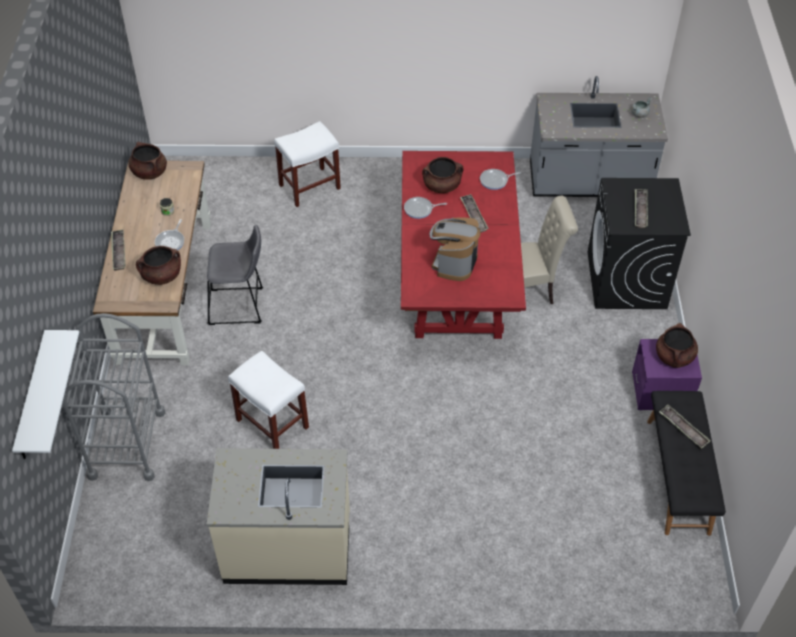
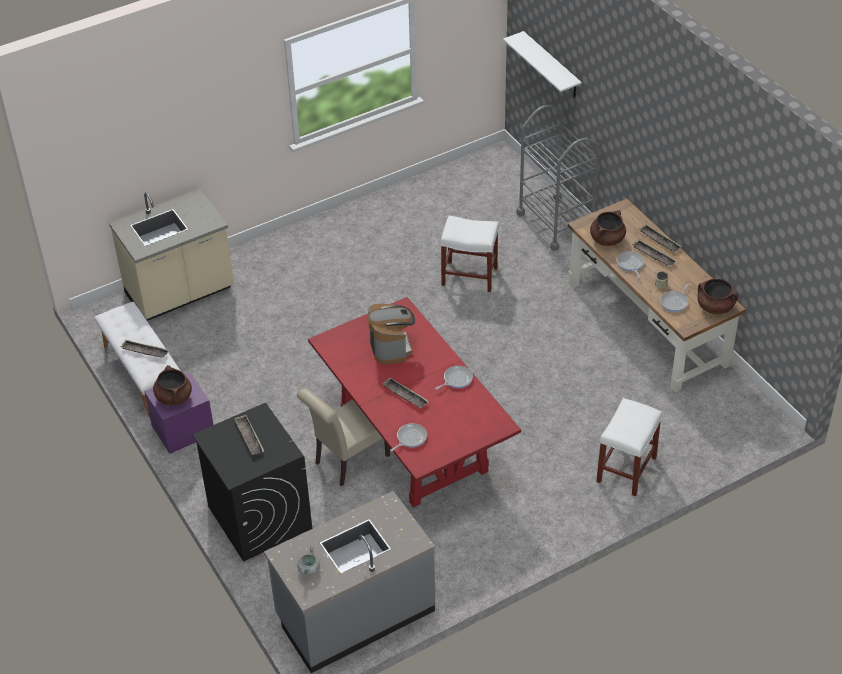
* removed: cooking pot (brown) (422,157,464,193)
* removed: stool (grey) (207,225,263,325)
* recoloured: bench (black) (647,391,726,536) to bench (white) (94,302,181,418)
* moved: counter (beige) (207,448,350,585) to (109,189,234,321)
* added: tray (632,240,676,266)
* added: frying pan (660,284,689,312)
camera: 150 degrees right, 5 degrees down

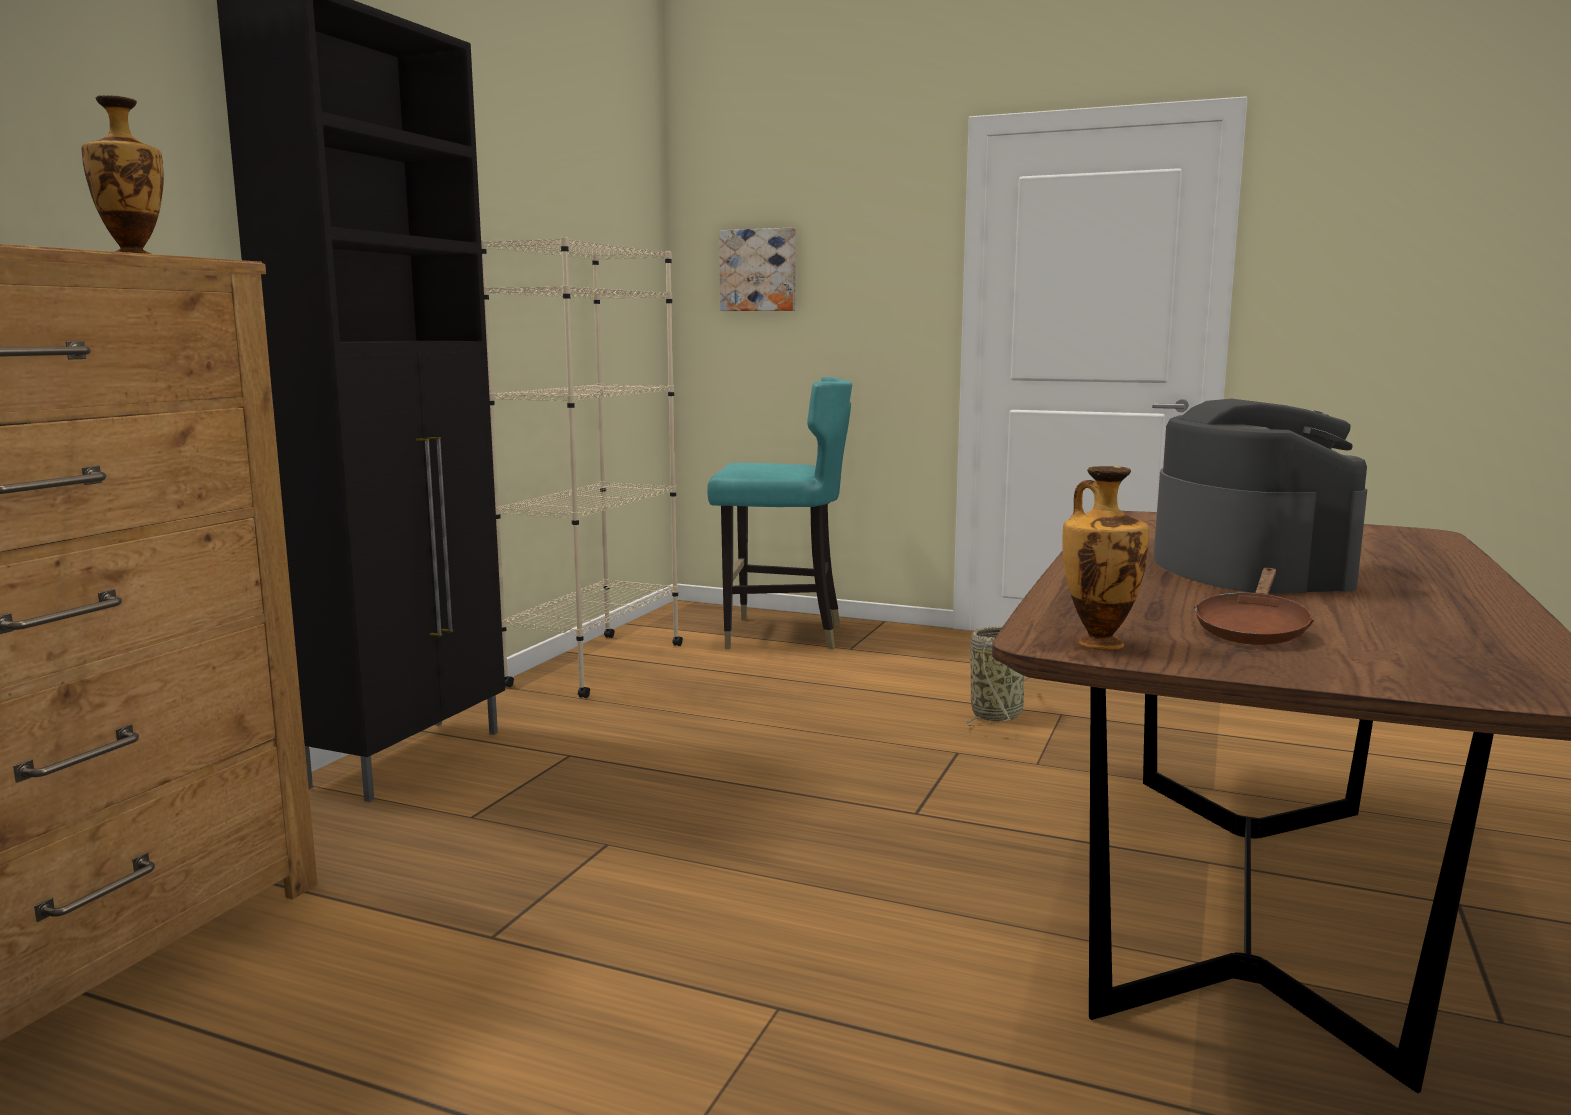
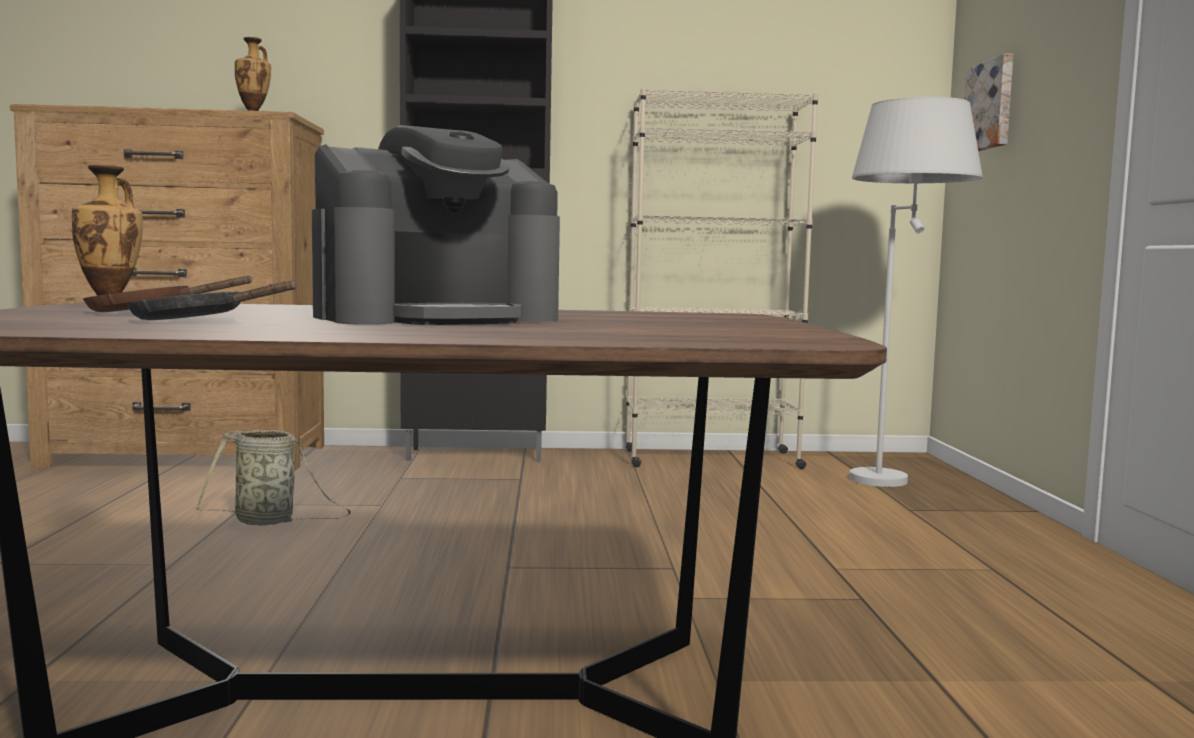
* replaced: chair (turquoise) (707,377,852,649) to floor lamp (white) (849,97,982,487)
* moved: basket (966,626,1030,726) to (196,430,351,525)
* added: frying pan (black) (127,281,297,320)
camera: 65 degrees right, 5 degrees down

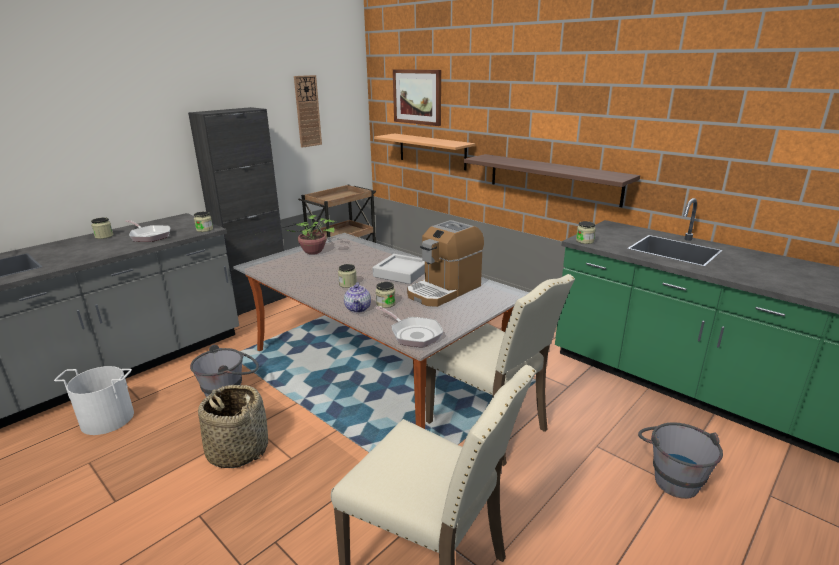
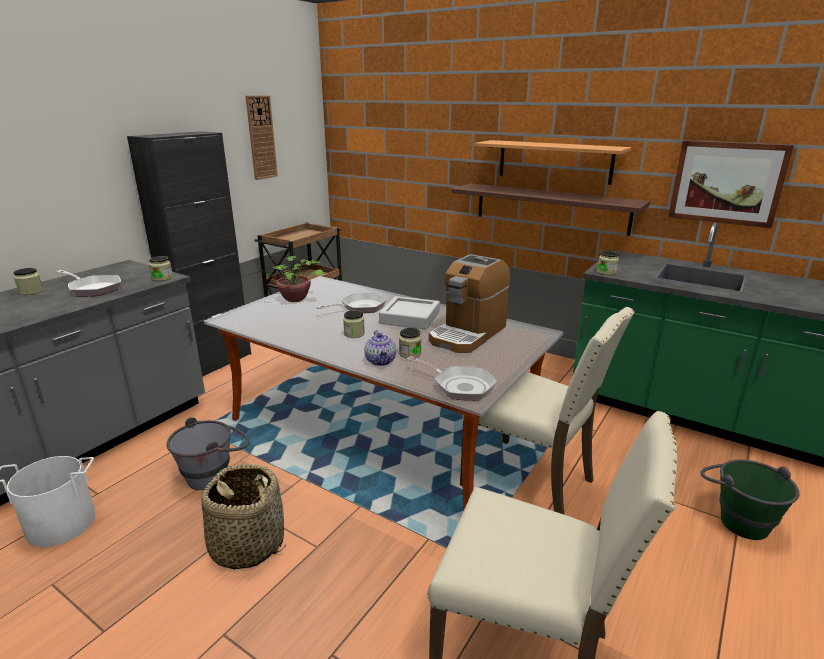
* moved: picture (393,69,441,126) to (668,140,794,228)
* moved: shelf (374,133,475,170) to (474,140,631,185)
* recoloured: bucket (grey) (638,422,723,499) to bucket (green) (700,459,800,540)
* added: frying pan (317,293,387,313)
camera: 10 degrees left, 0 degrees up

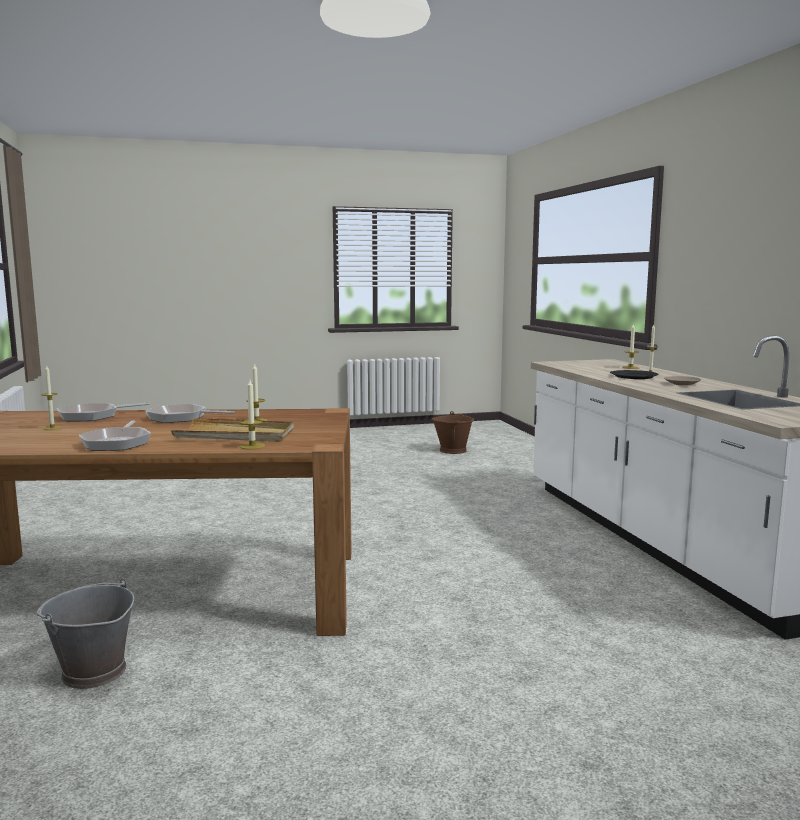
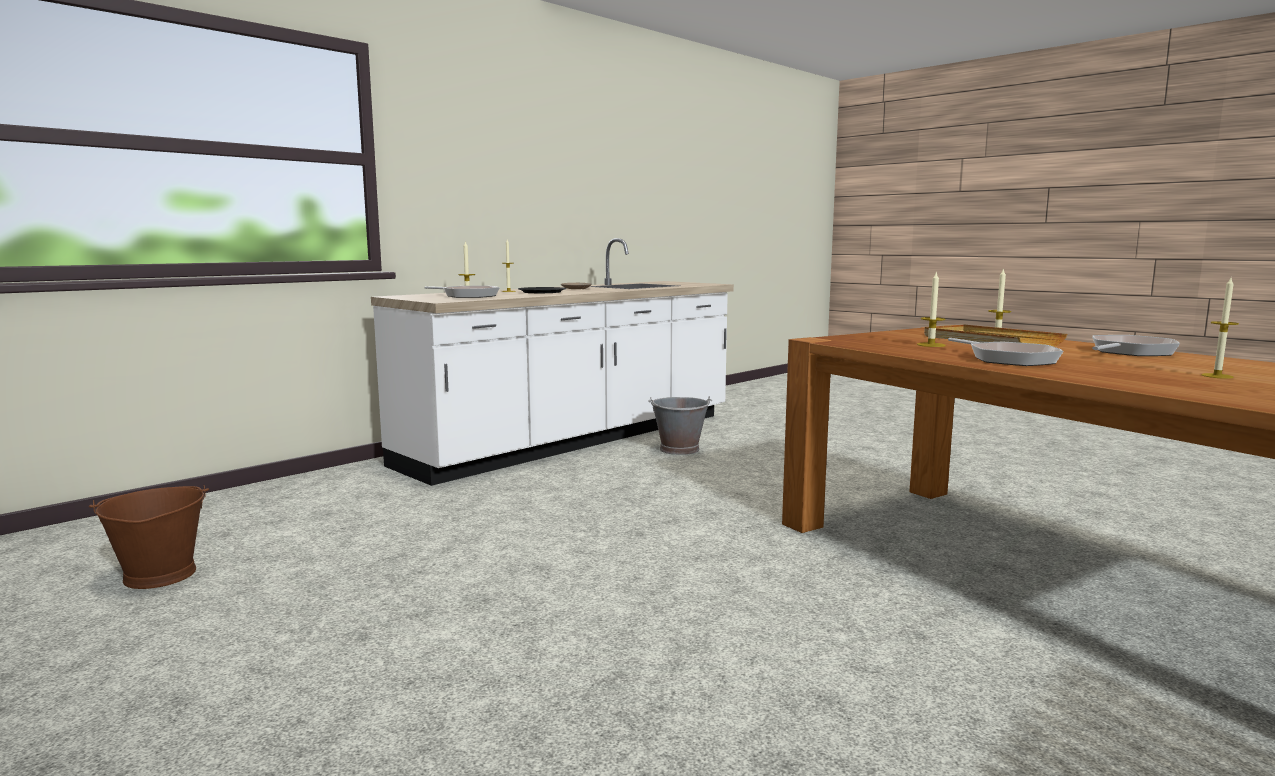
* moved: frying pan (57,402,150,421) to (424,286,500,298)
* moved: bucket (grey) (36,578,134,689) to (648,396,712,455)
camera: 120 degrees left, 0 degrees up

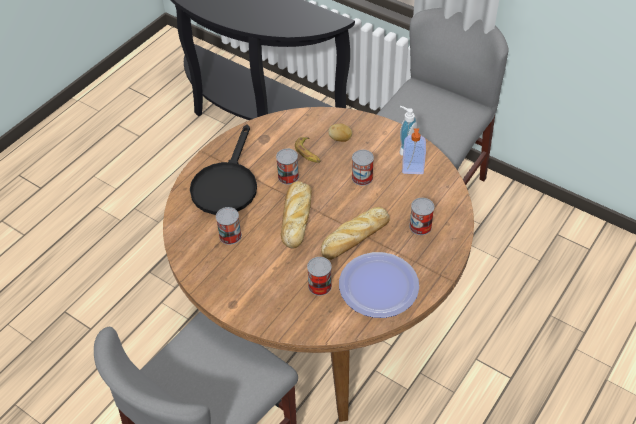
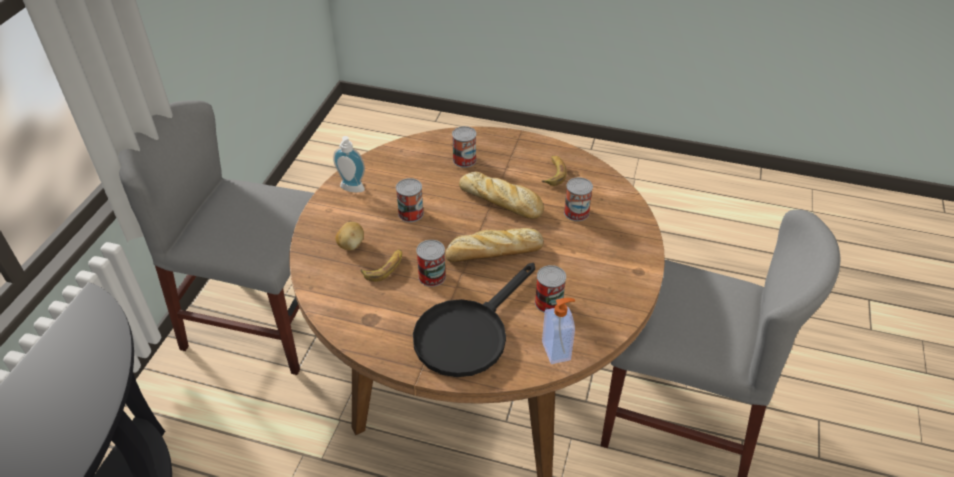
* turned: frying pan (black) (190,124,257,215) = (413,263,535,377) 135 degrees clockwise
* moved: soap dispenser (402,128,426,174) to (542,298,575,364)
* replaced: plate (339,252,419,318) to banana (541,156,566,186)
camera: 110 degrees left, 5 degrees down

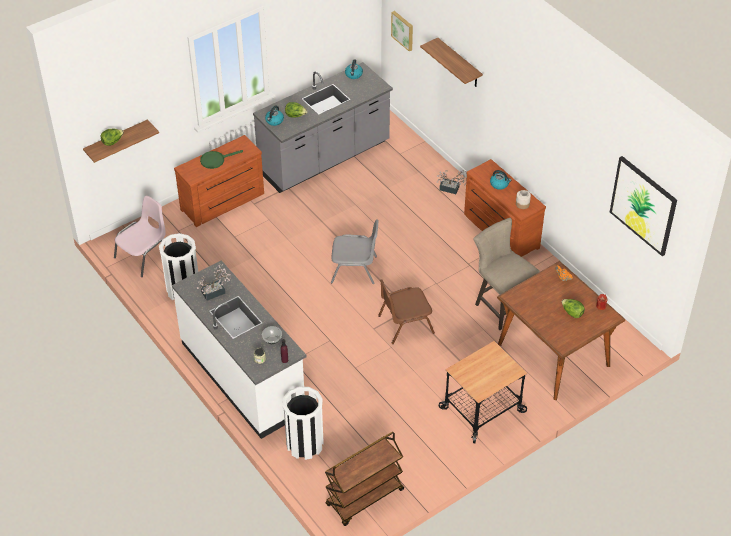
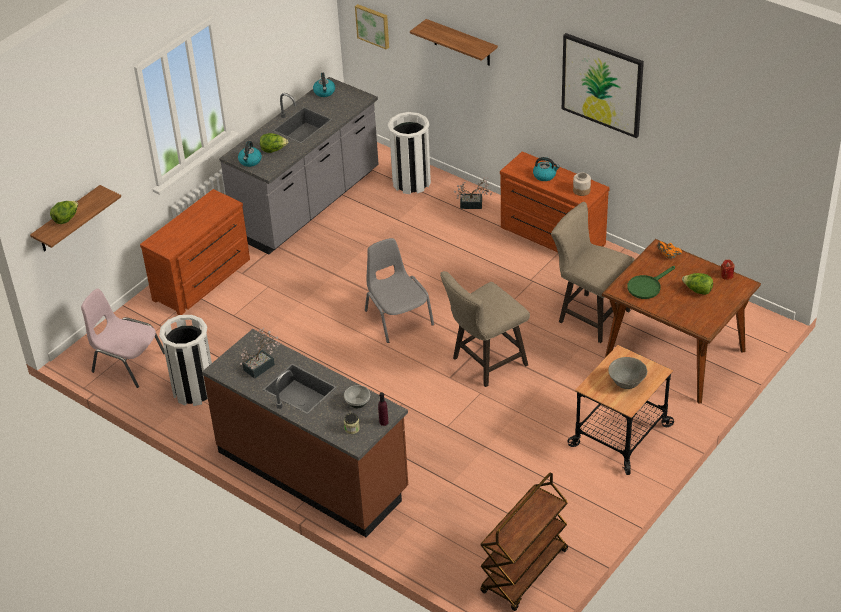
* moved: frying pan (green) (200,150,243,169) to (627,266,675,299)
* moved: picture (610,156,677,256) to (562,33,644,138)
* turned: chair (pink) (114,196,166,277) = (81,289,165,388) 90 degrees counterclockwise
* turned: chair (grey) (331,219,379,284) = (365,238,434,343) 105 degrees counterclockwise
* recoloured: counter (white) (172,260,307,439) to counter (brown) (202,329,408,537)
* replaced: chair (brown) (378,279,435,344) to stool (beige) (440,271,530,387)
* moved: trash can (white) (282,386,324,460) to (388,112,431,194)
* added: bowl (grey) (608,357,647,389)
camera: 15 degrees left, 5 degrees down

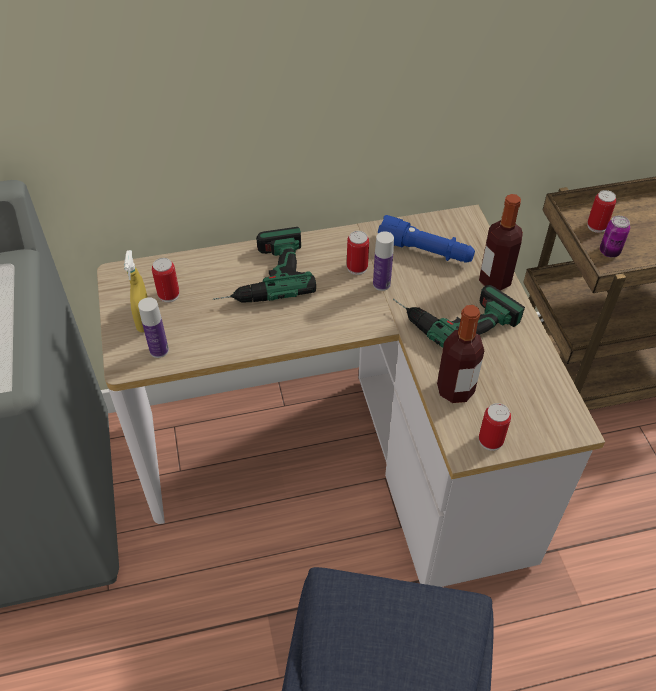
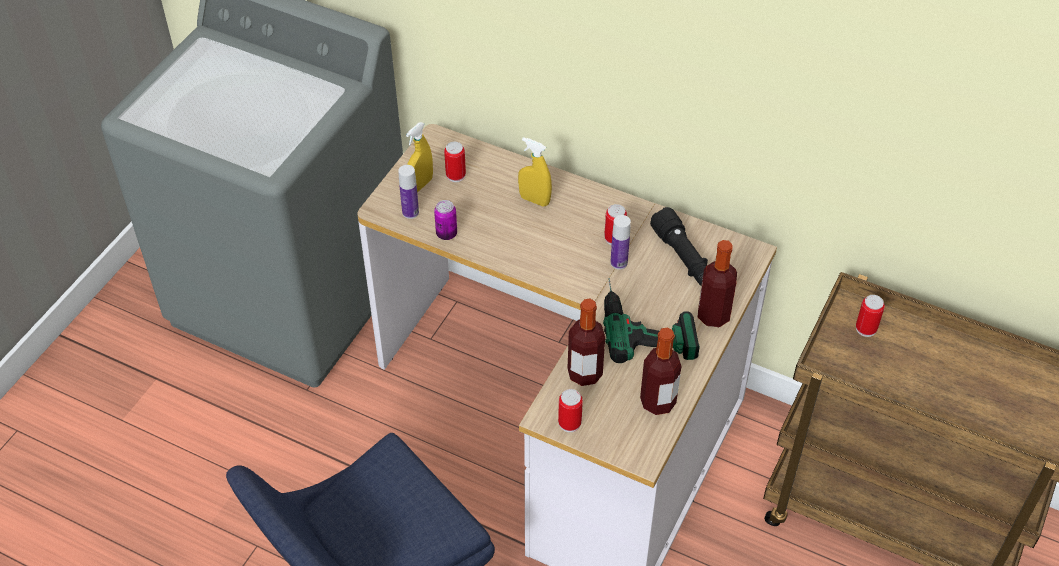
* recoloured: flashlight (blue) (378,215,475,263) to flashlight (black) (650,207,708,286)
* moved: can (600,216,630,257) to (434,200,457,240)
* replaced: power drill (213,227,316,303) to spray bottle (yellow) (518,137,552,207)
* added: bottle (640,327,682,415)
camera: 40 degrees right, 0 degrees up

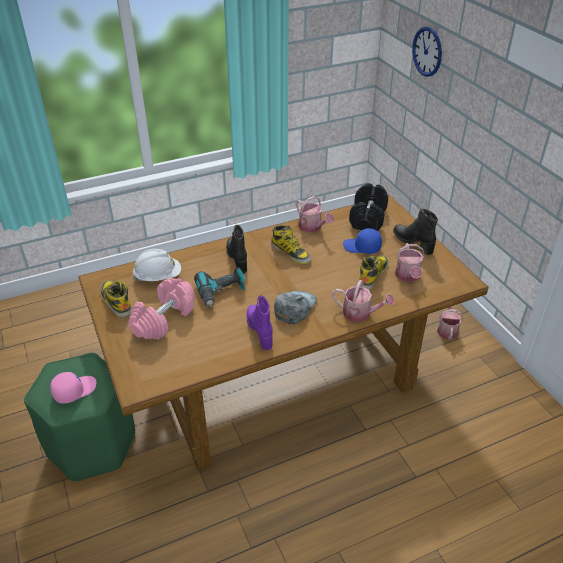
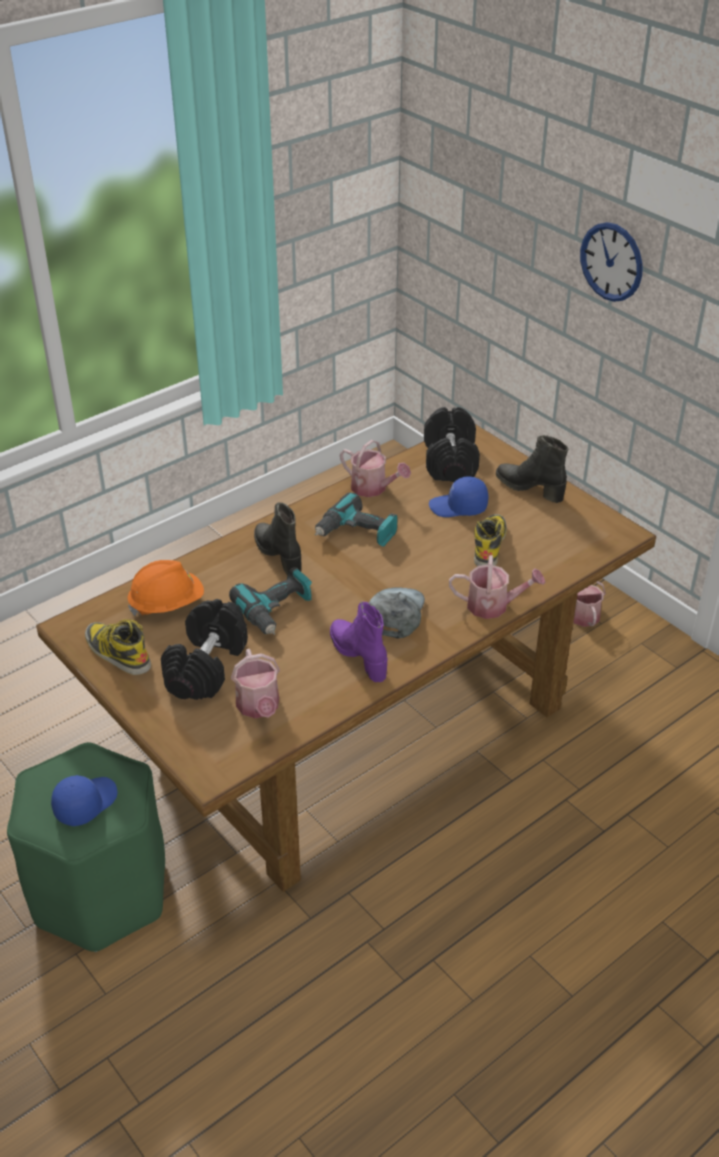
* moved: wall clock (412,26,442,77) to (580,222,643,302)
* replaced: boot (271,225,311,264) to power drill (315,492,397,547)
* moved: watering can (395,243,425,282) to (231,649,280,718)
* recoloured: hard hat (white) (133,249,181,281) to hard hat (orange) (127,560,204,616)
* recoloured: dumbbell (pink) (128,278,195,340) to dumbbell (black) (161,599,248,700)
* recoloured: cap (pink) (50,372,96,404) to cap (blue) (51,775,118,826)
camera: 15 degrees left, 0 degrees up

